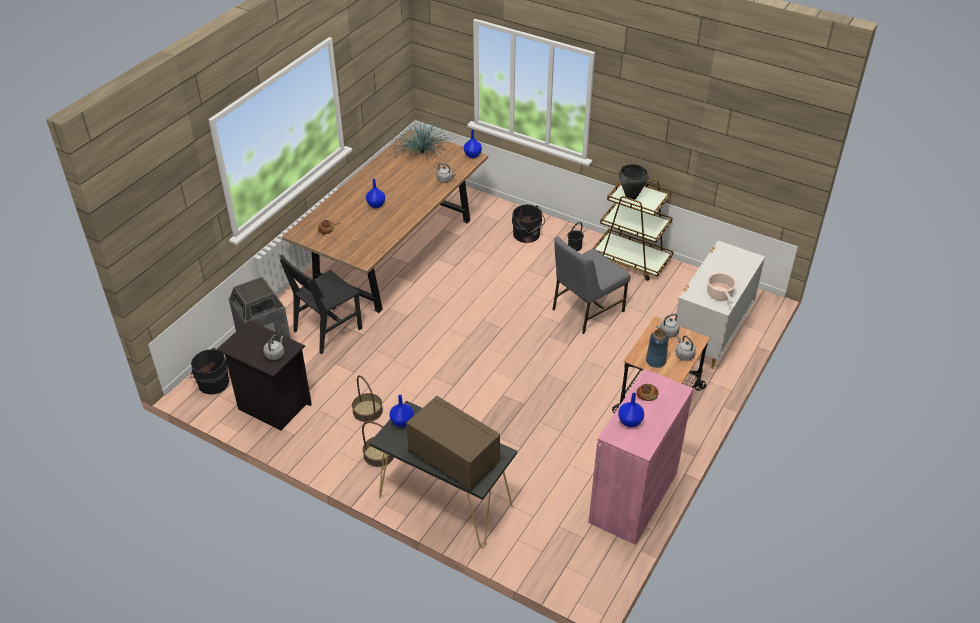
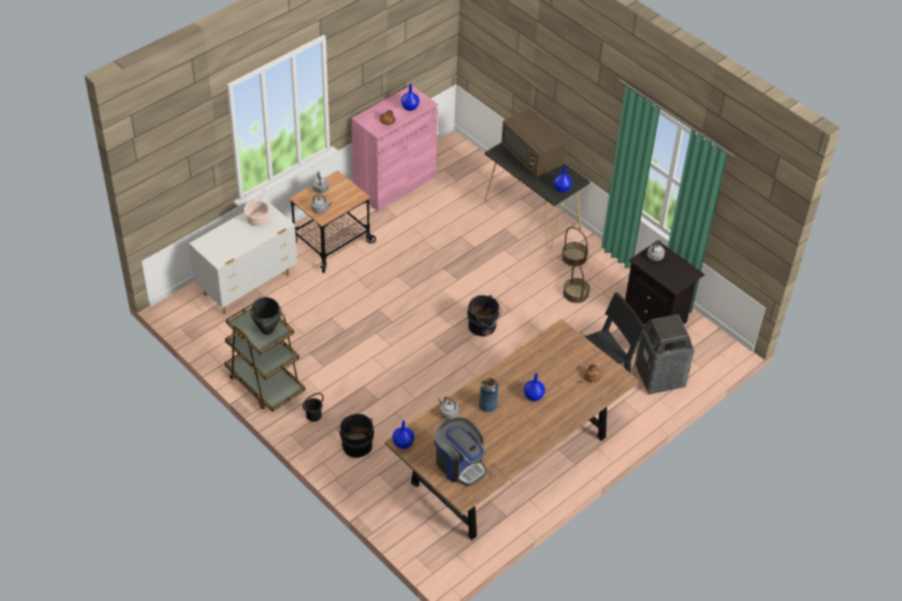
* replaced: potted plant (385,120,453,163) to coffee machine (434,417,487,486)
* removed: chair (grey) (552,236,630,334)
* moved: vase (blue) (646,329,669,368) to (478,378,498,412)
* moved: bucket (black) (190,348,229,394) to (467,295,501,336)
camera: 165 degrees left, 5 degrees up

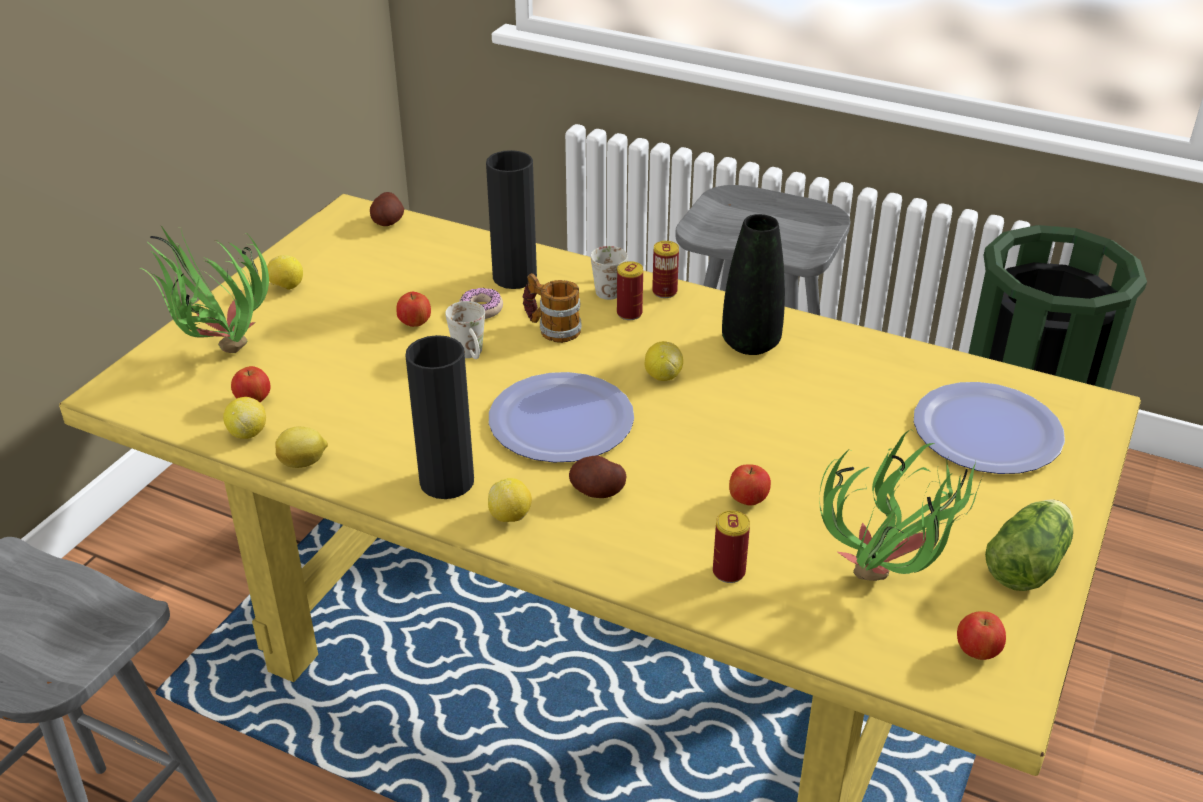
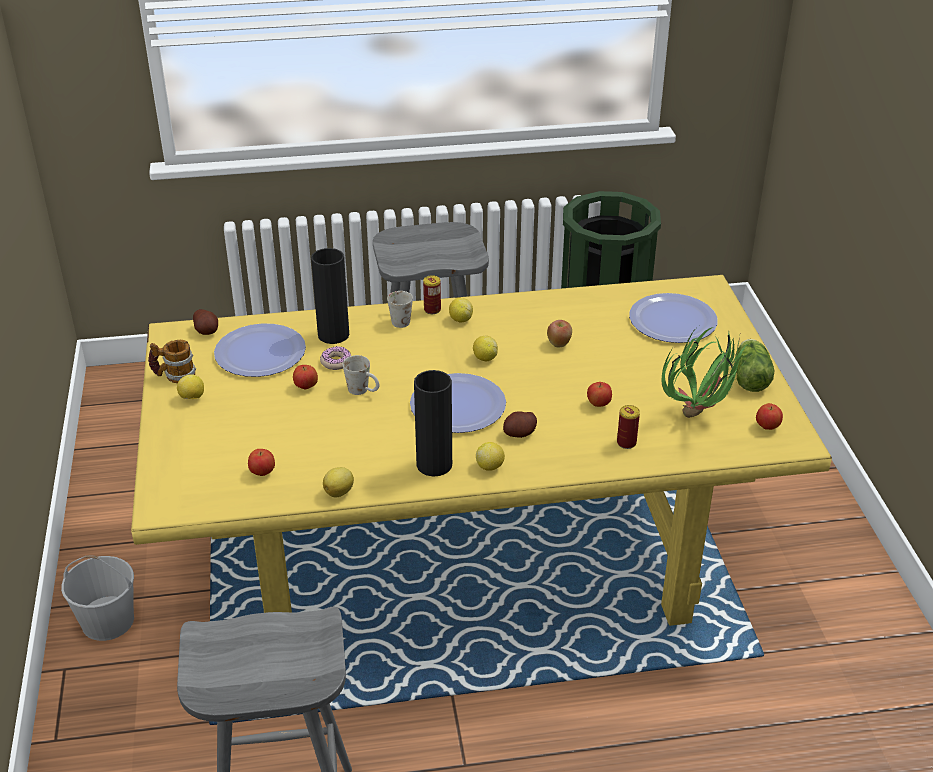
* removed: vase (black) (722,214,785,355)
* removed: potted plant (140,226,269,353)
* removed: can (617,261,643,320)
* moved: mug (522,273,582,343) to (148,340,196,383)
* moved: lemon (223,397,266,439) to (449,298,473,323)
* added: apple (547,320,572,347)
* added: plate (214,323,306,377)
* added: bucket (white) (61,555,134,641)
camera: 35 degrees left, 0 degrees up

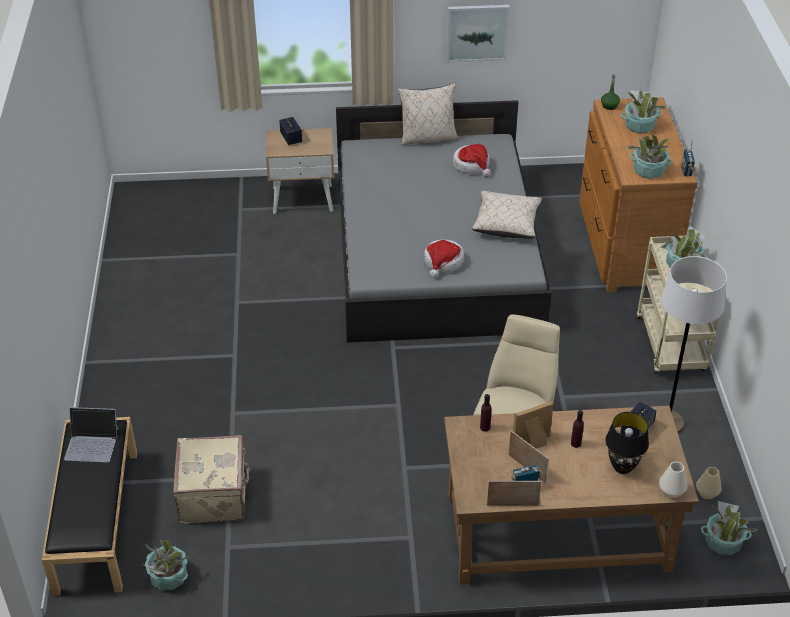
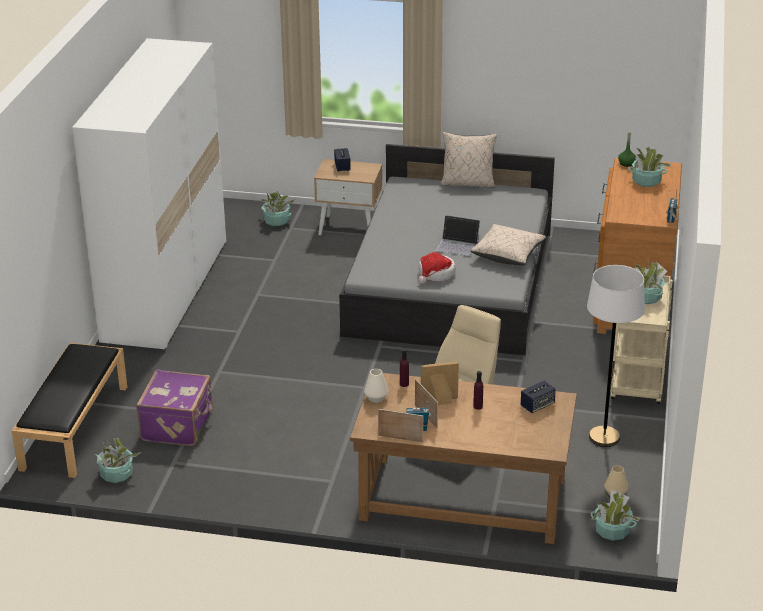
* removed: picture (447,5,510,63)
* moved: potted plant (627,134,673,179) to (260,190,296,226)
* removed: hat (453,144,491,177)
* moved: laptop (64,407,119,462) to (436,215,480,256)
* removed: table lamp (black) (606,412,649,474)
* recoloured: suitcase (beige) (173,435,251,524) to suitcase (purple) (136,370,214,446)
* moved: vase (white) (659,462,688,498) to (364,369,388,403)
* added: wardrobe (white) (72,38,226,350)
camera: 15 degrees right, 10 degrees down

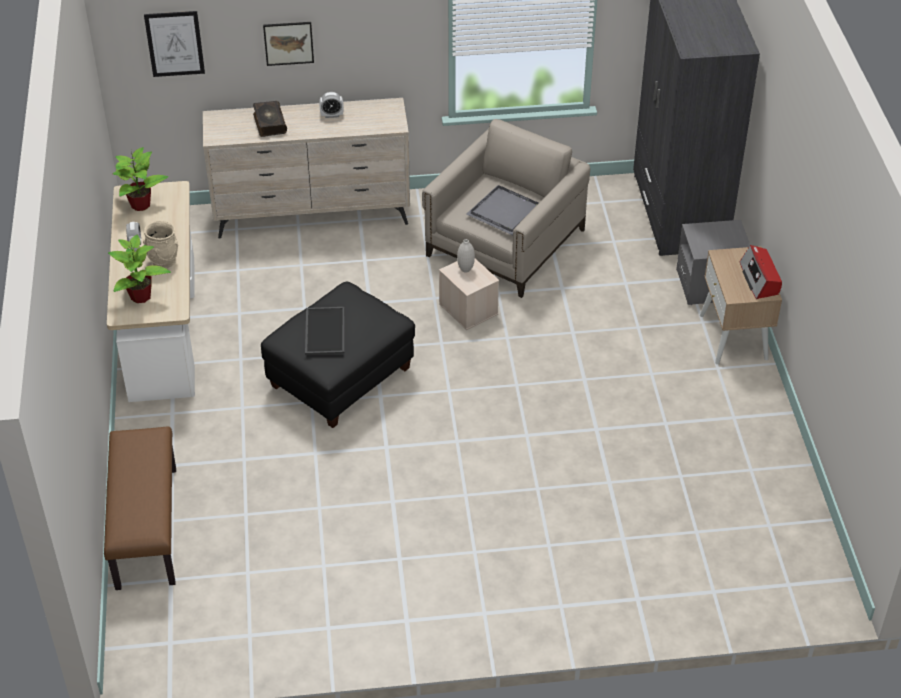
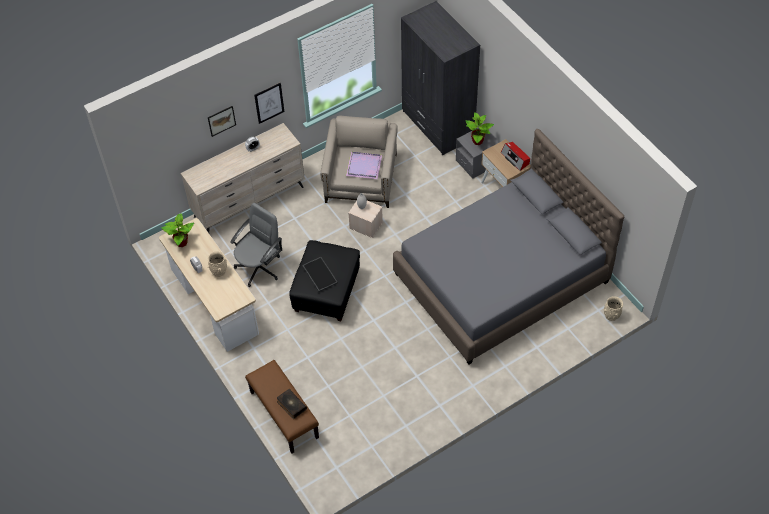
* moved: picture (144,11,205,77) to (254,83,284,124)
* moved: book (253,101,287,137) to (277,389,307,419)
* recoloured: tray (grey) (467,185,539,235) to tray (purple) (346,152,382,179)
* moved: potted plant (108,234,171,303) to (465,112,494,145)
* added: bed (grey) (393,129,624,364)
* added: office chair (grey) (230,203,282,287)
* added: vase (beige) (604,296,623,321)
camera: 25 degrees left, 10 degrees up

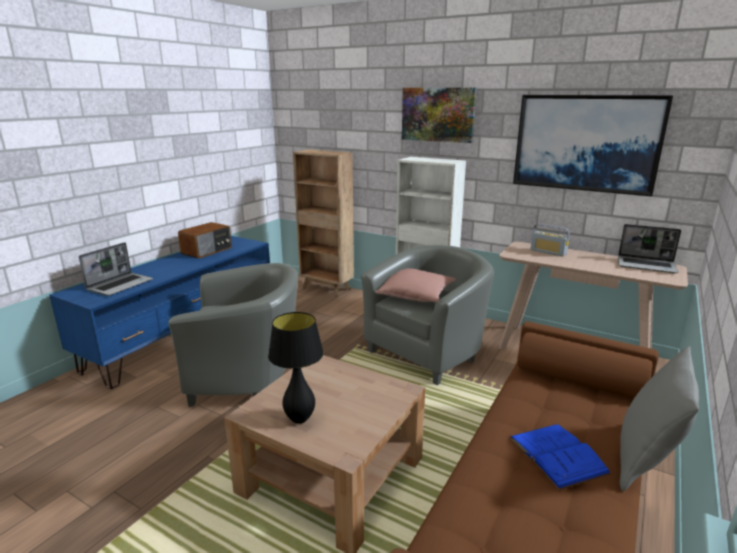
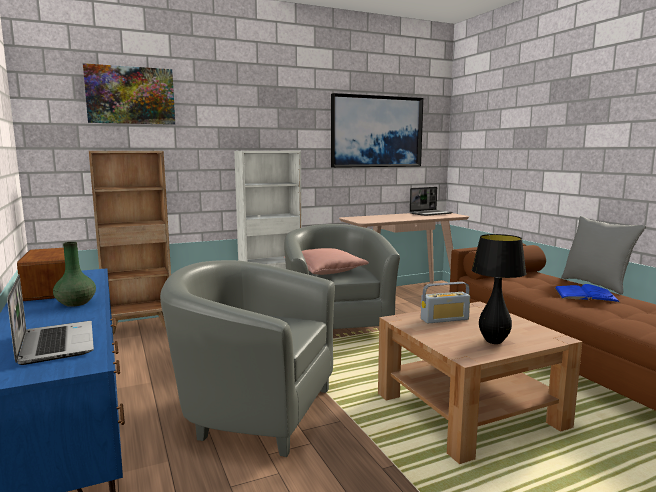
* moved: picture (402,88,477,143) to (83,63,175,125)
* moved: radio (530,224,569,256) to (421,282,470,323)
* turned: armchair (grey) (168,263,298,407) = (160,260,335,457) 105 degrees counterclockwise
* added: vase (green) (53,242,96,307)
camera: 55 degrees left, 10 degrees down

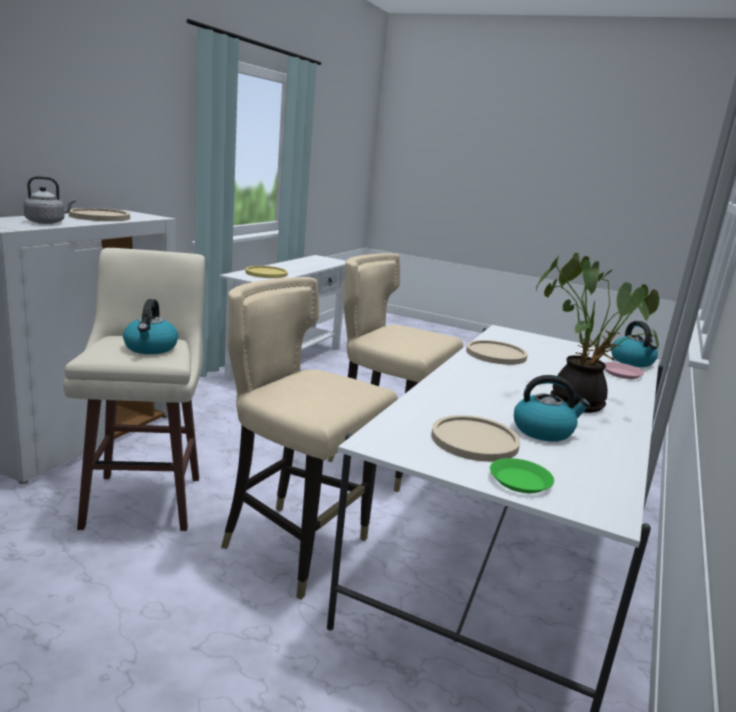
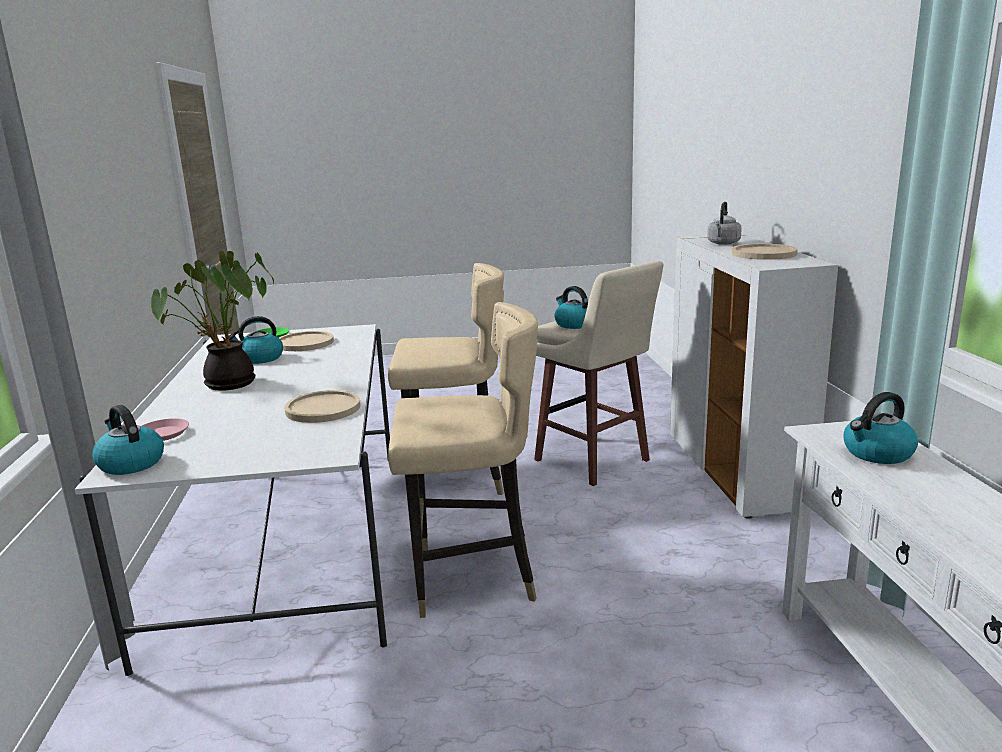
* replaced: plate (yellow) (246,266,288,278) to kettle (844,392,918,464)
camera: 150 degrees right, 0 degrees up

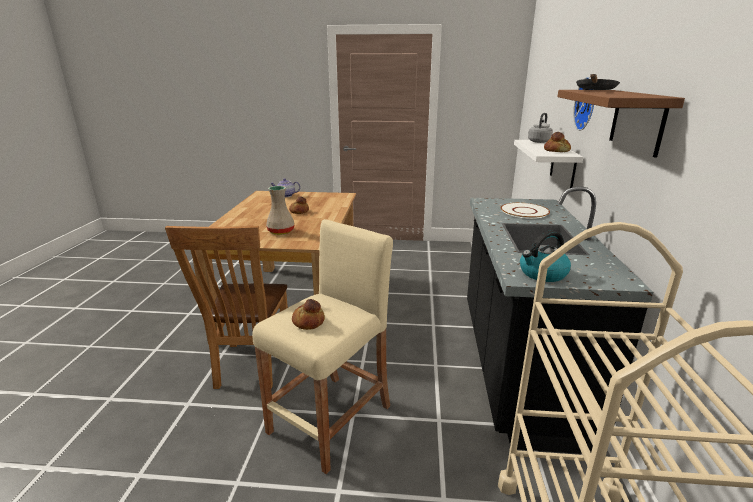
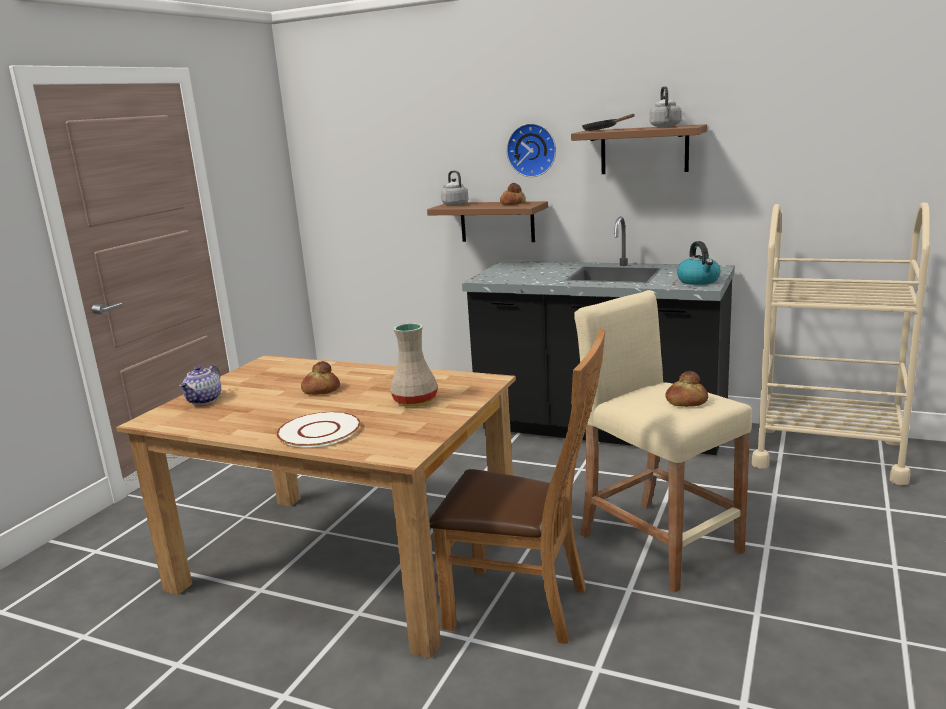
* recoloured: shelf (white) (514,140,583,188) to shelf (brown) (427,201,548,242)
* moved: plate (white) (500,203,550,219) to (276,412,361,448)
* added: kettle (grey) (650,86,682,127)
camera: 70 degrees left, 5 degrees down

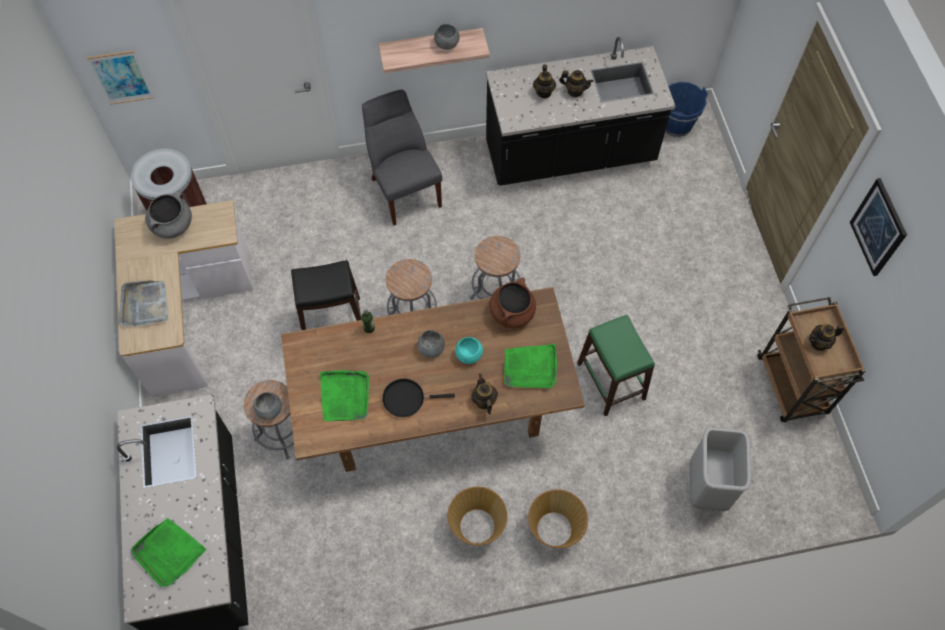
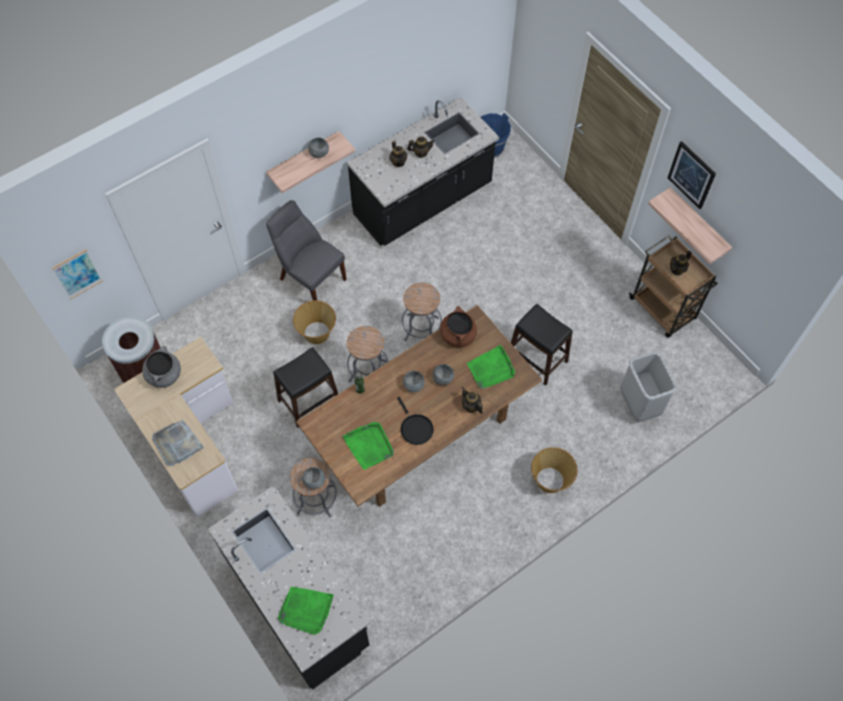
* recoloured: stool (green) (577,315,655,416) to stool (black) (511,304,573,386)
* recoloured: bowl (turquoise) (455,337,483,364) to bowl (grey) (433,364,454,385)
* turned: frying pan (black) (382,379,455,417) = (397,396,434,445) 90 degrees counterclockwise
* moved: basket (448,487,507,545) to (293,300,336,344)
* added: shelf (648,187,732,265)
camera: 25 degrees left, 0 degrees up

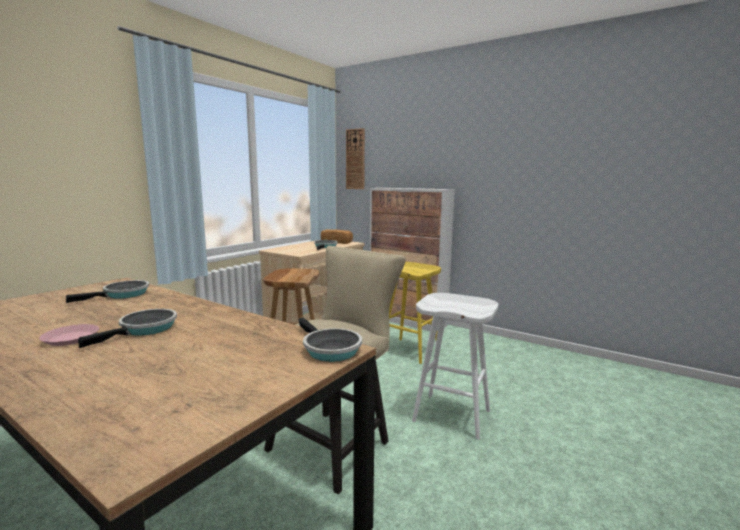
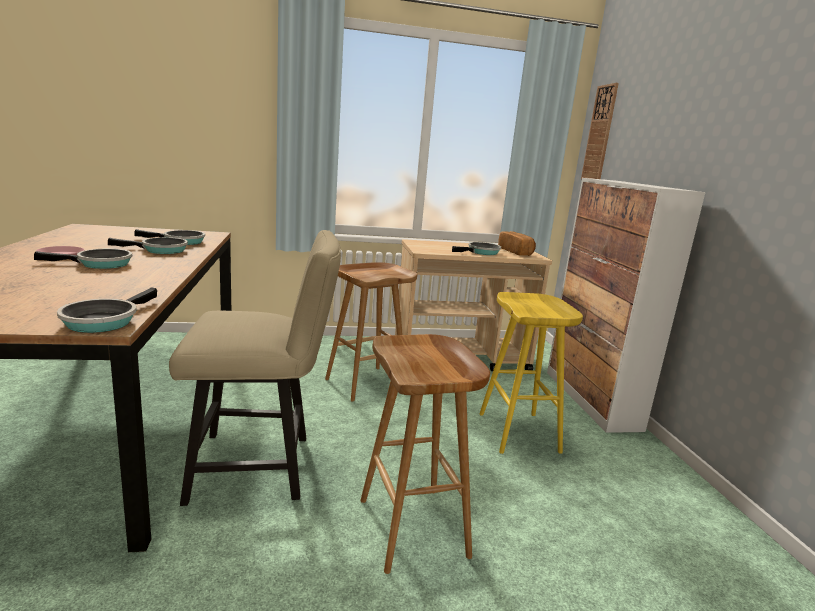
* recoloured: stool (white) (412,293,498,440) to stool (brown) (360,334,490,574)
* added: frying pan (108,237,188,254)
camera: 45 degrees right, 5 degrees up

